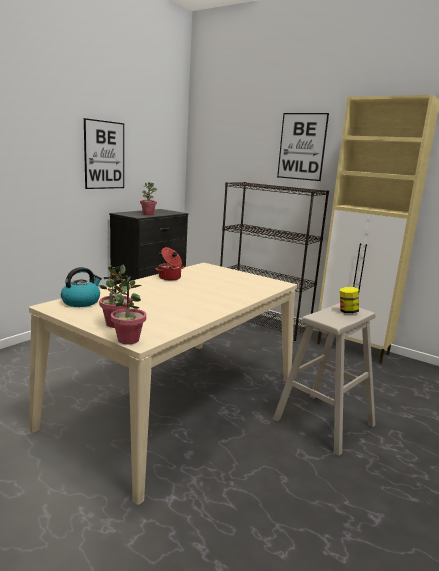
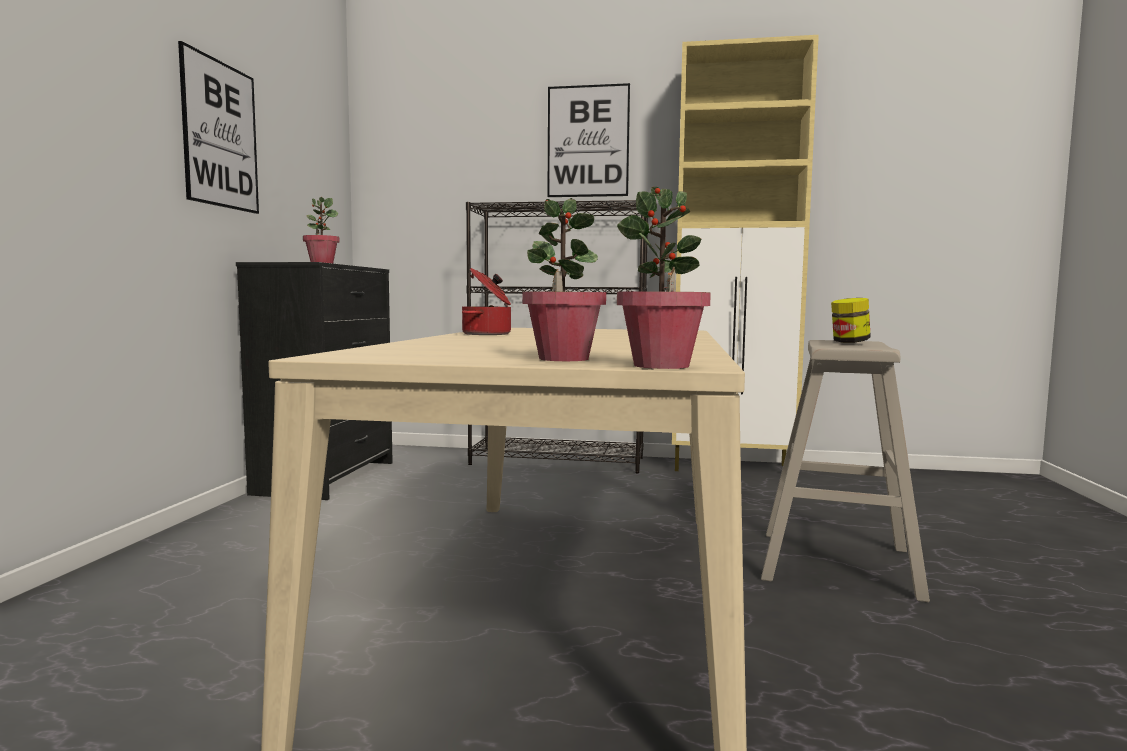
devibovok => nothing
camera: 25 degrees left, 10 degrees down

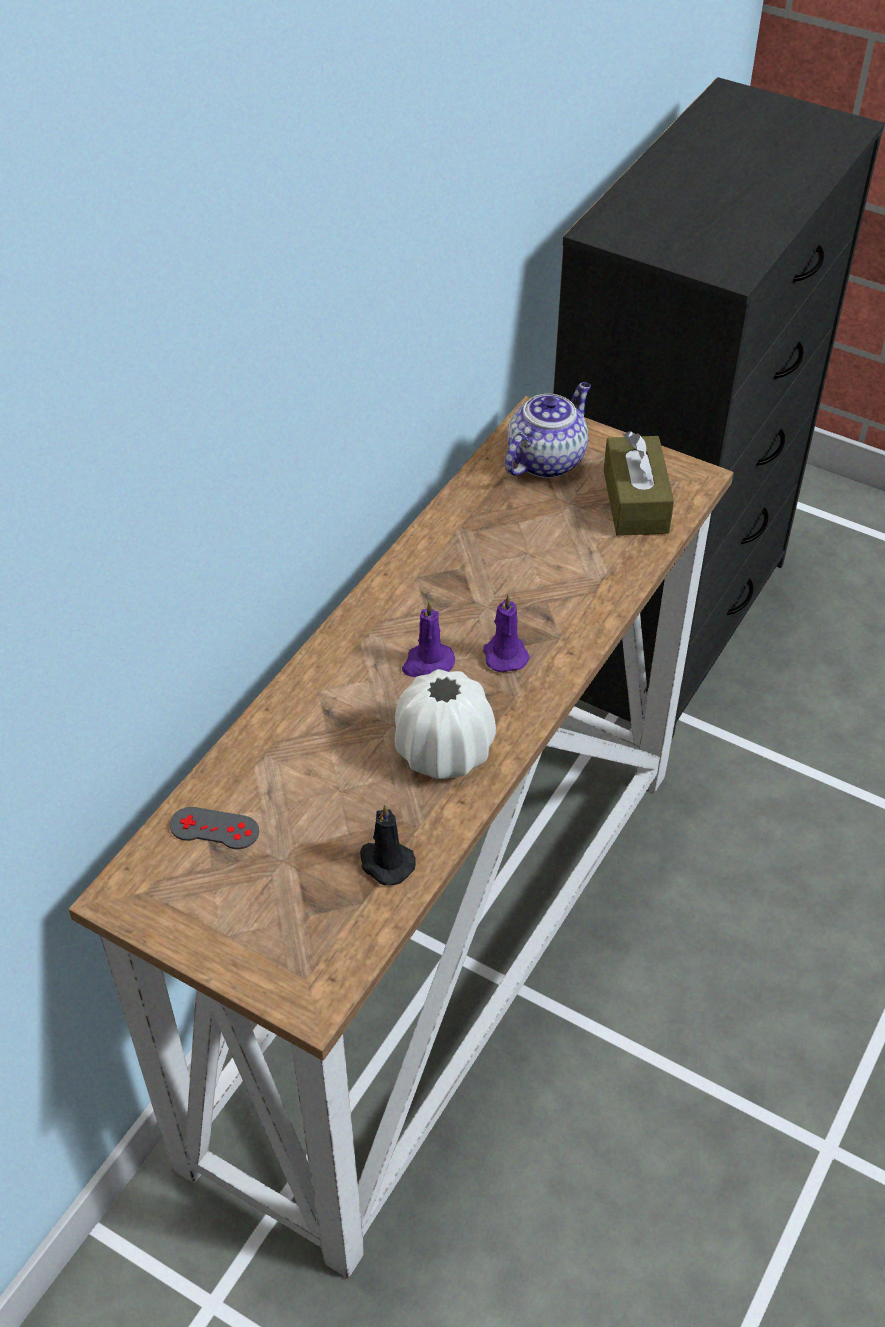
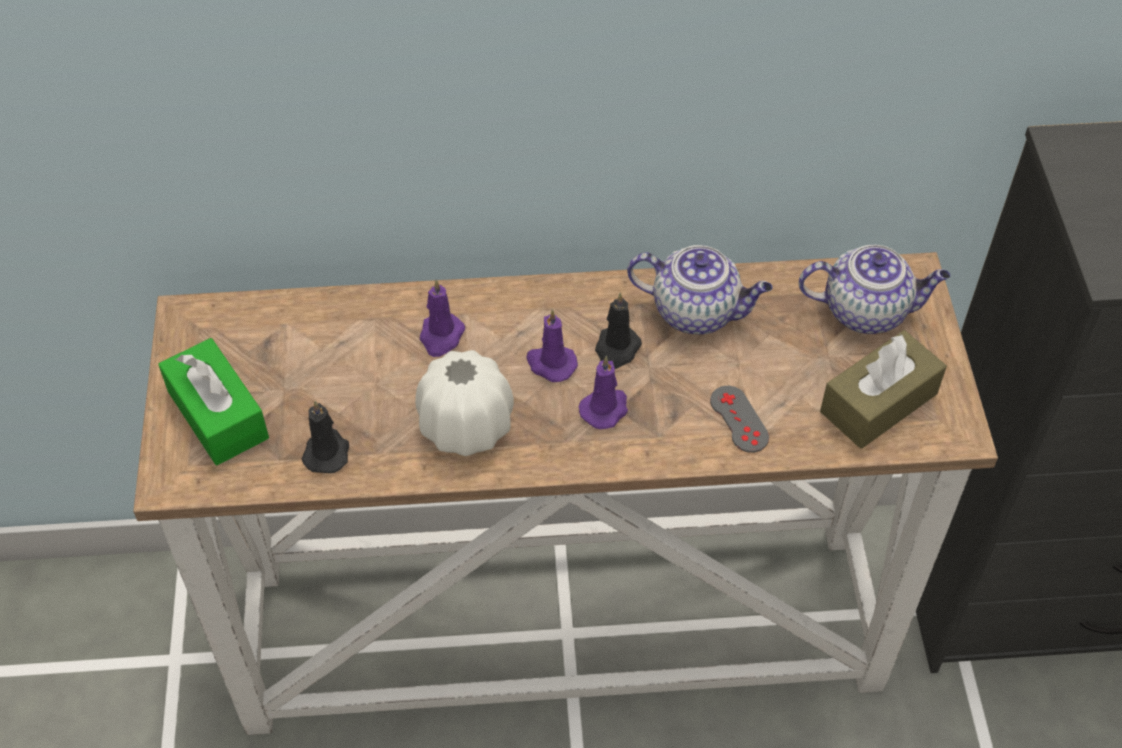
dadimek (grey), move
nothing => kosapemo (1st from left)
nothing => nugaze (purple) (1st from left)
nothing => nugaze (black) (2nd from left)
nothing => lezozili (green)
camera: 55 degrees right, 5 degrees up

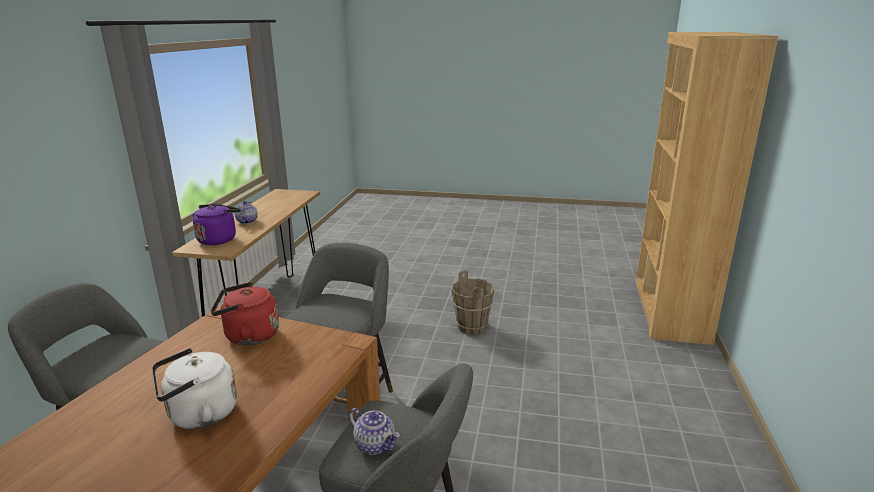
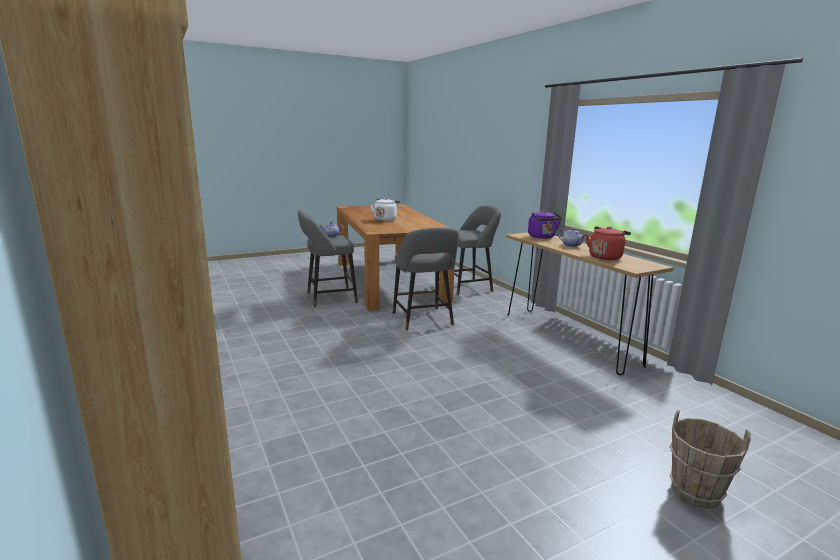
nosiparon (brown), move
devibovok (red), move
camera: 140 degrees right, 5 degrees down

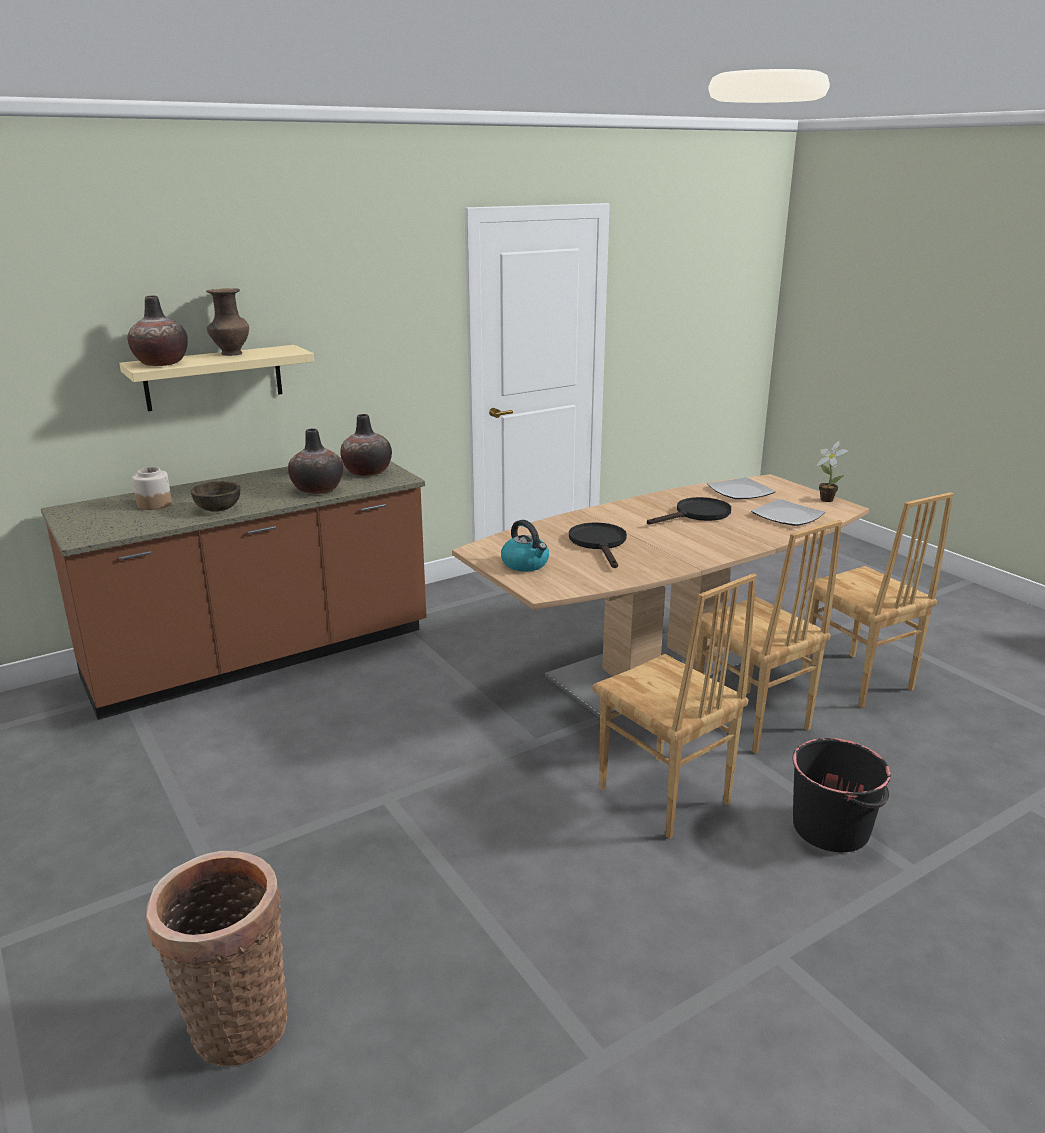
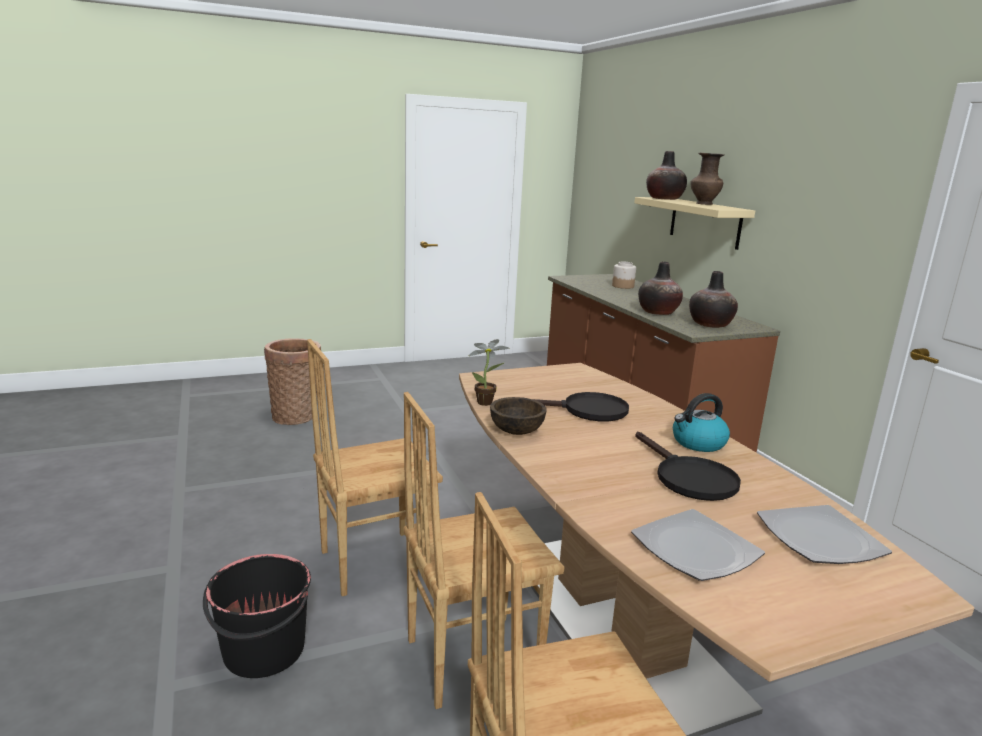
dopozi, move
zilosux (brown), move
devibovok, move
camera: 100 degrees right, 5 degrees down

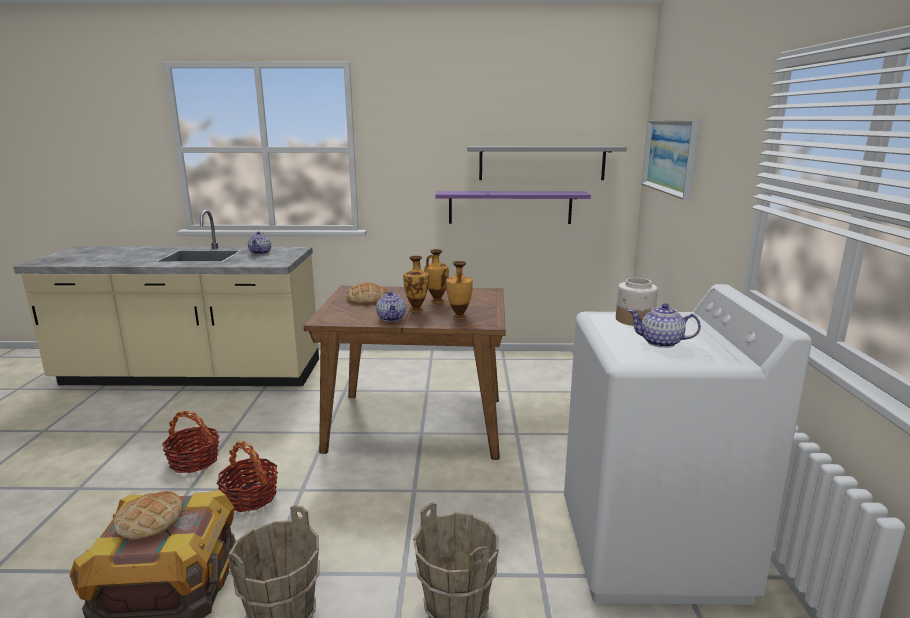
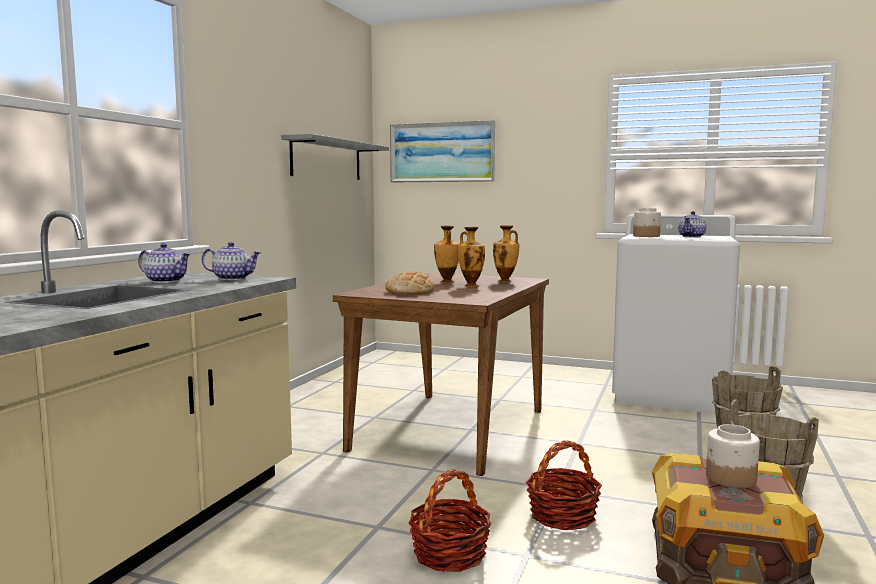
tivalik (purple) => nothing
kosapemo (2nd from left), move
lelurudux (1st from left) => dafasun (2nd from left)
camera: 70 degrees left, 10 degrees down

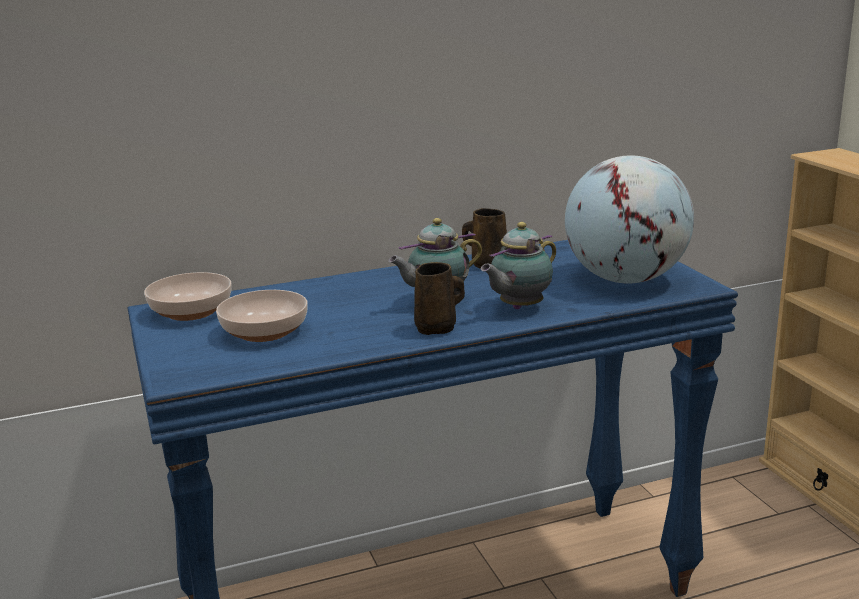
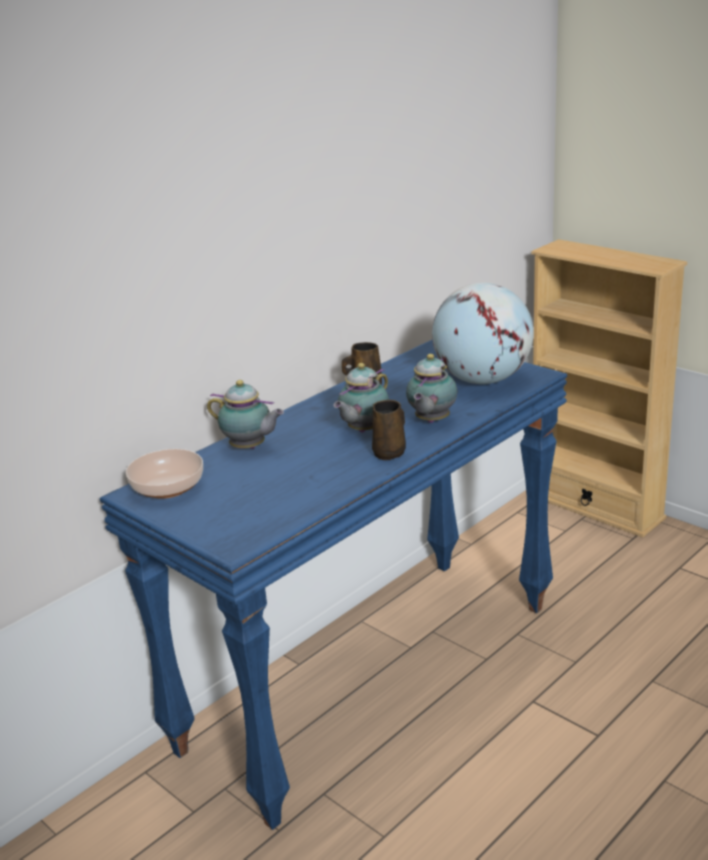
zilosux (2nd from left) => nothing
nothing => kosapemo (1st from left)
camera: 25 degrees left, 5 degrees up

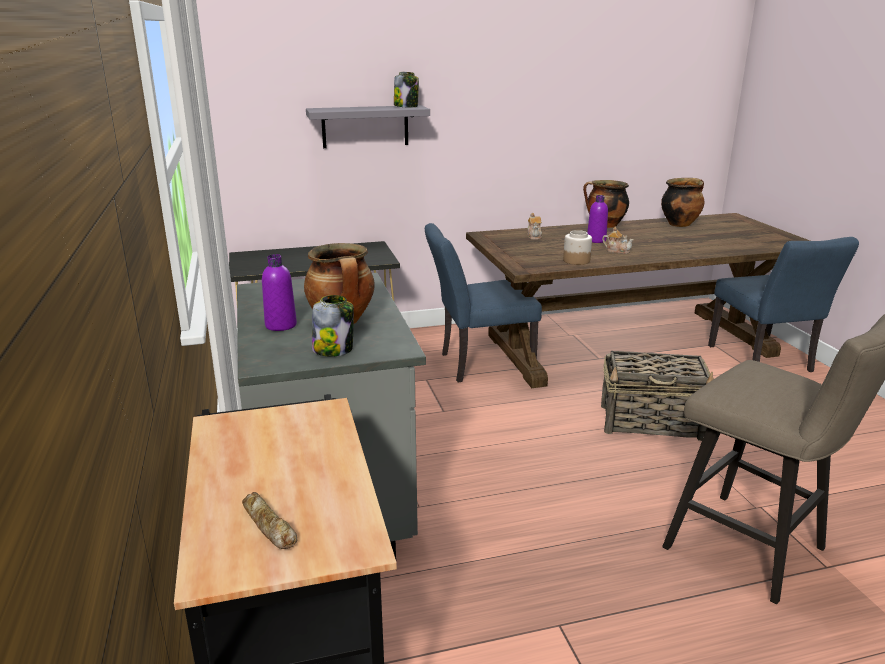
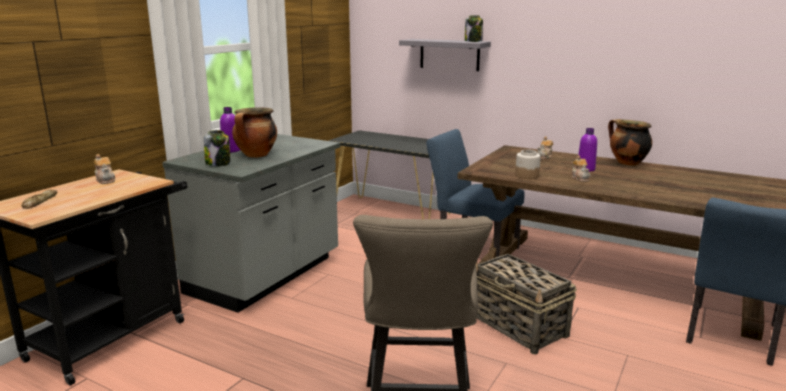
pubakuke (3rd from left) => nothing
nothing => kosapemo (1st from left)
camera: 45 degrees right, 5 degrees down

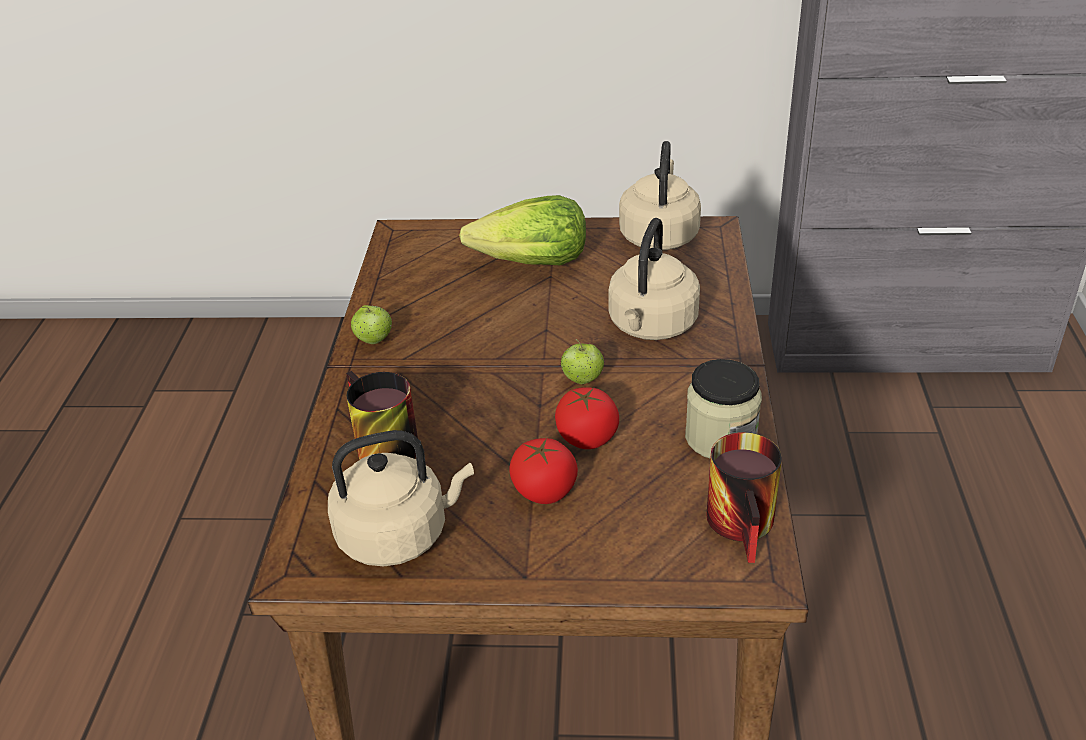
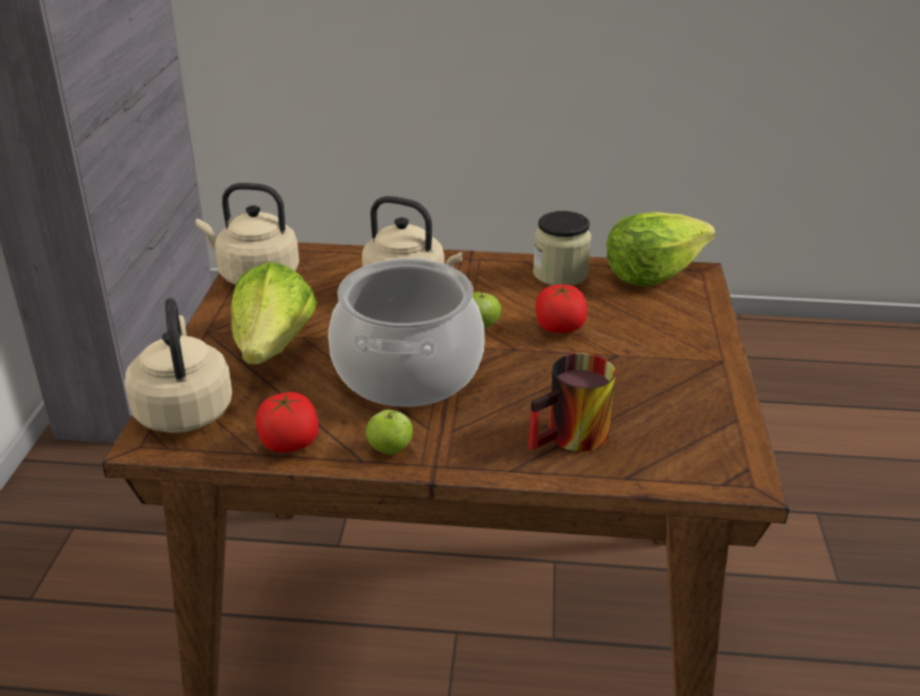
devibovok (beige) (1st from left), move
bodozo (2nd from left) => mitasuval (2nd from left)
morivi (1st from left), move
nothing => pubakuke
camera: 90 degrees left, 5 degrees down

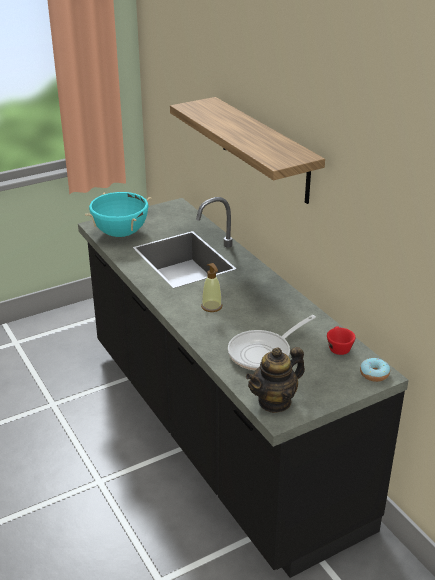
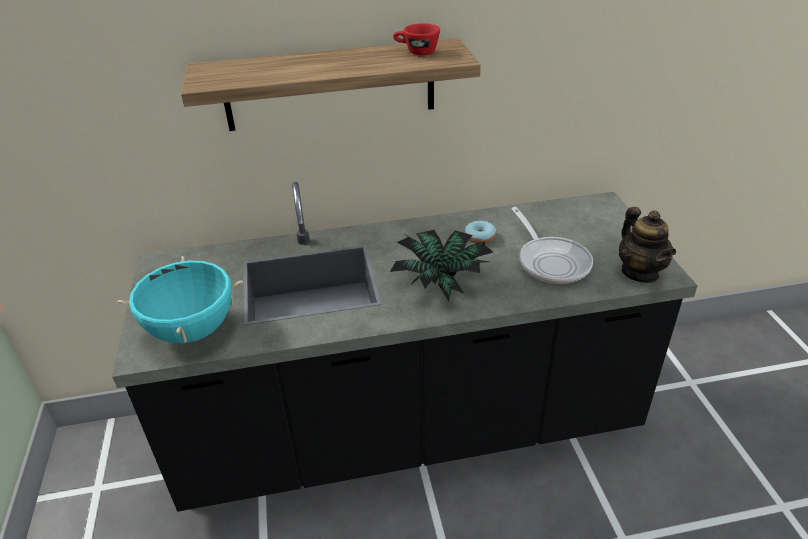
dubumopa => dopozi
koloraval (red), move
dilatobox, move
camera: 70 degrees left, 5 degrees up

